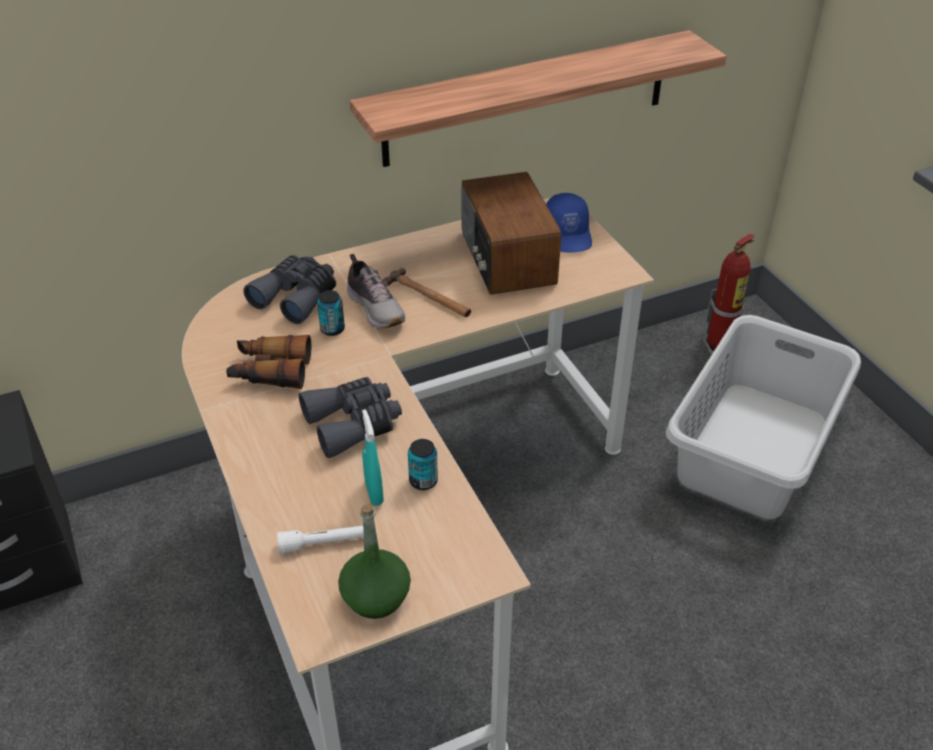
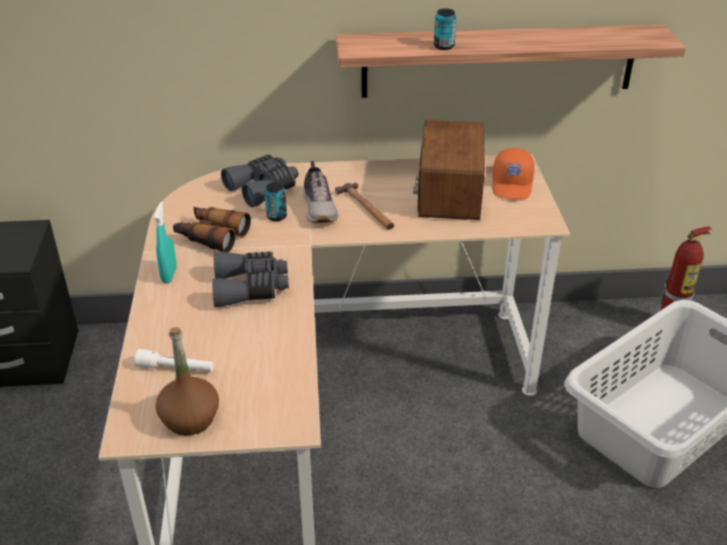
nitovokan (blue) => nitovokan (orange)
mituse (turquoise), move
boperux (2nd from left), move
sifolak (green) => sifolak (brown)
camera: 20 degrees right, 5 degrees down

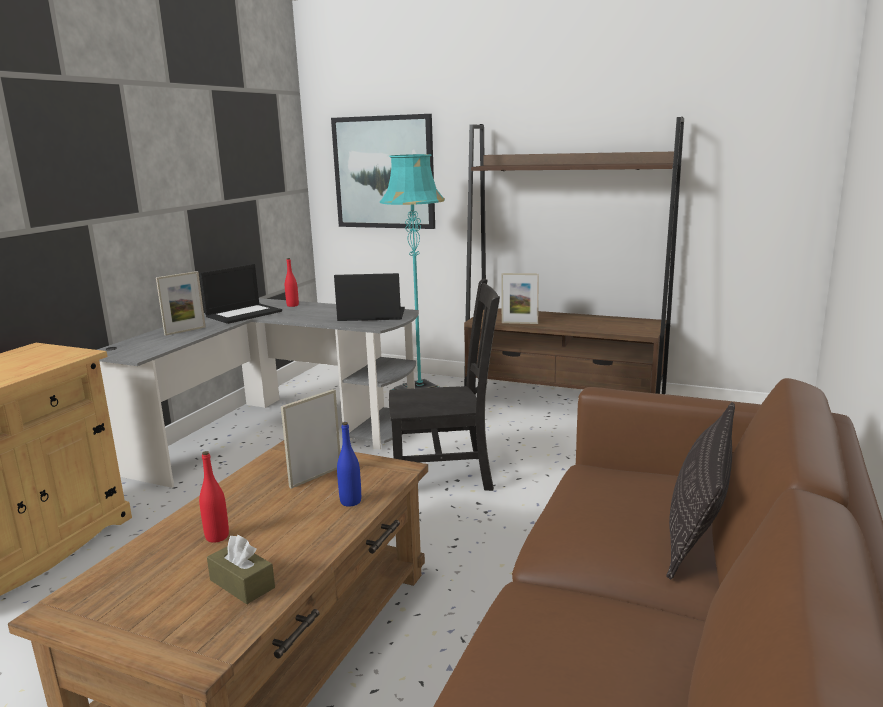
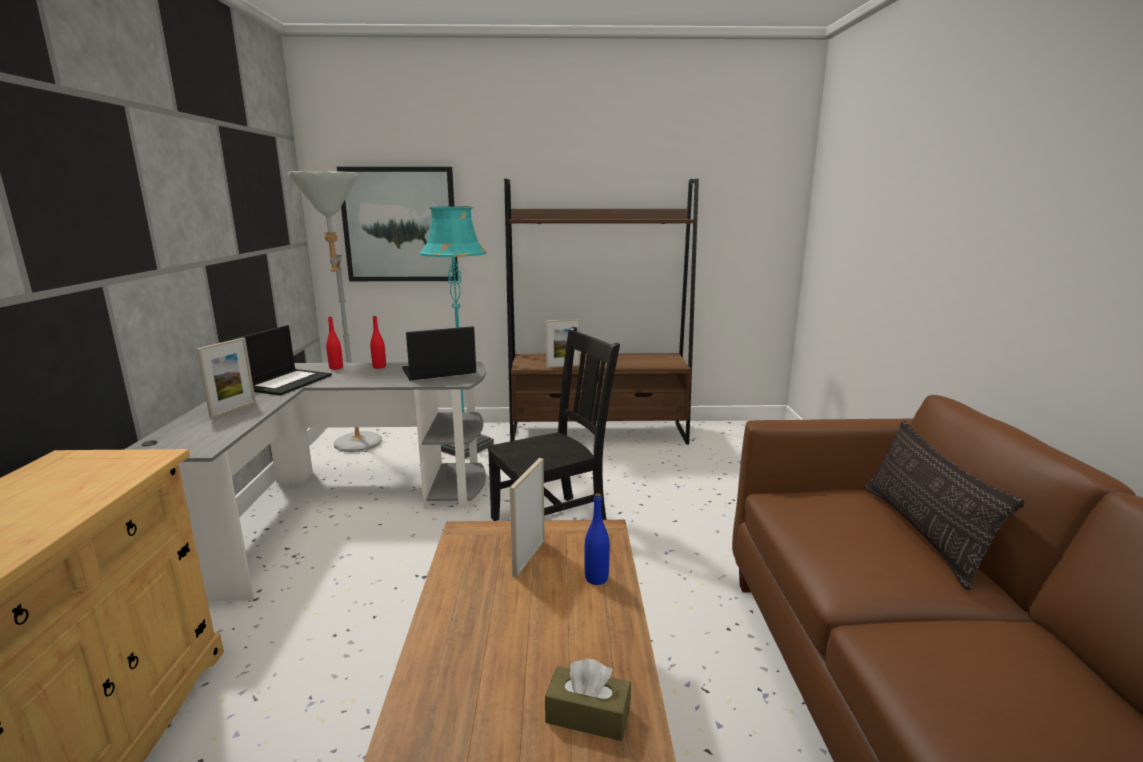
sifolak (red) (1st from left in the first image) => sifolak (red) (2nd from left), move
nothing => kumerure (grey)
camera: 25 degrees left, 0 degrees up

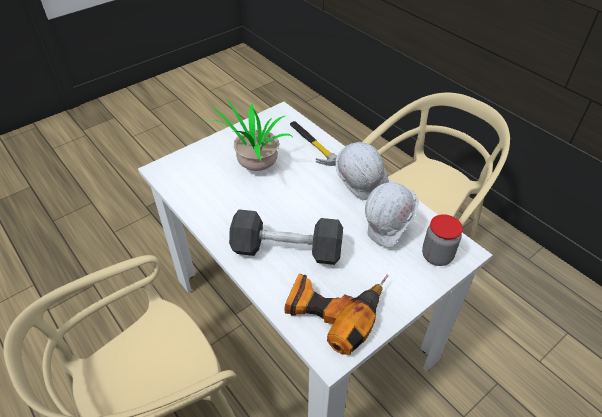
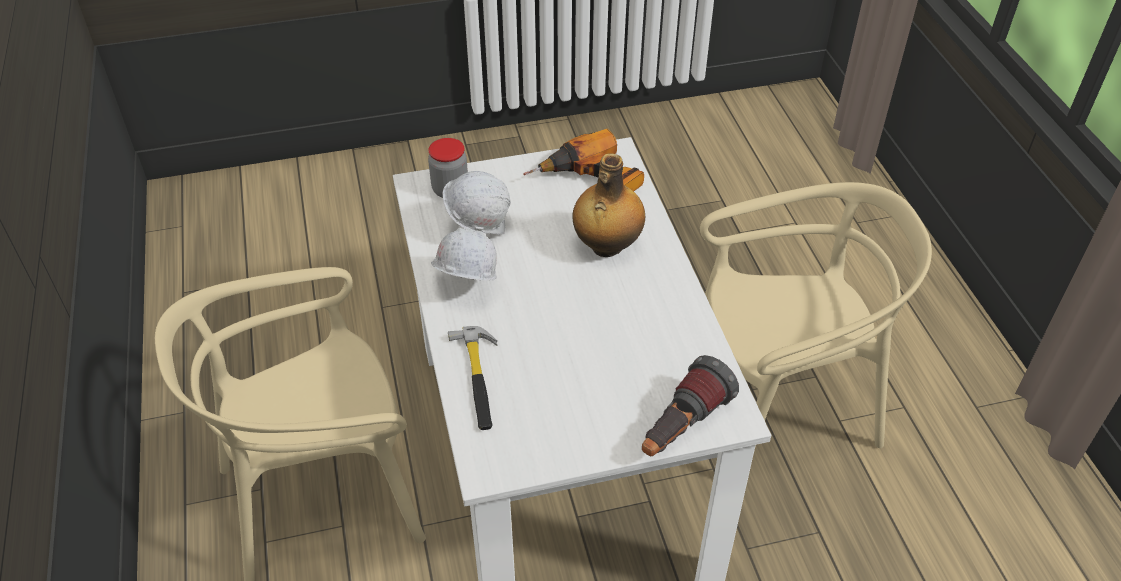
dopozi => nothing
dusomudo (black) => sifolak
nothing => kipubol
camera: 155 degrees left, 0 degrees up

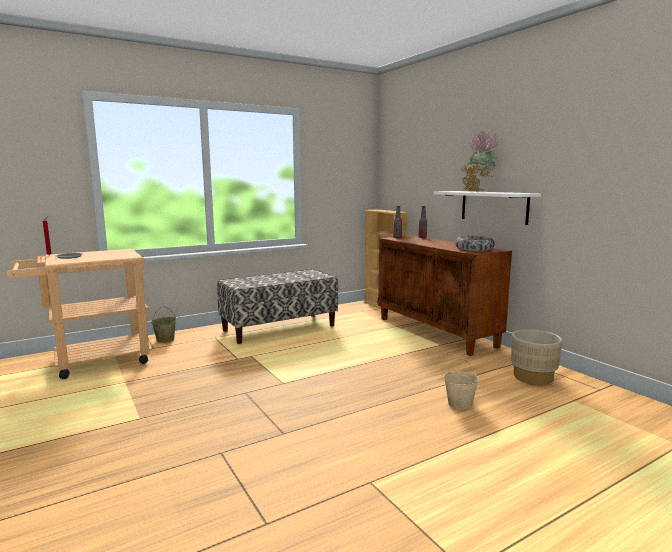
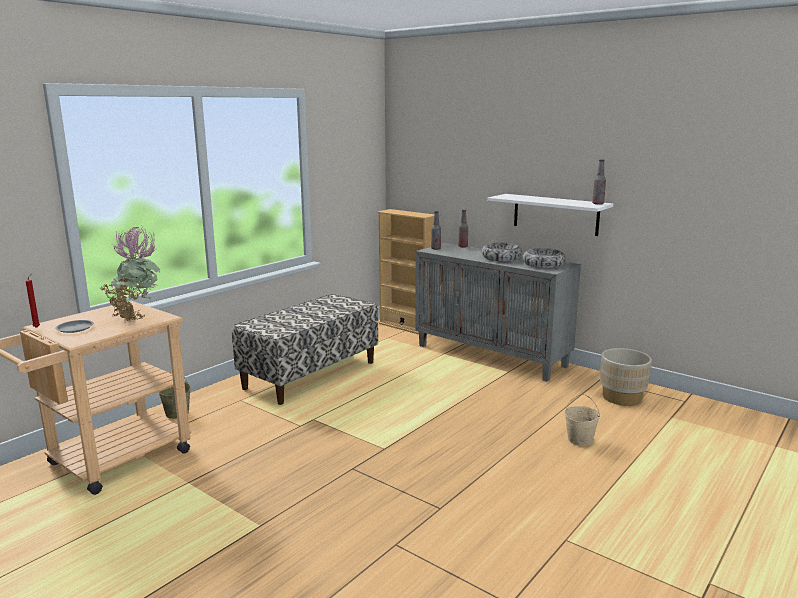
dopozi, move
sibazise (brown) => sibazise (grey)
nothing => sifolak (3rd from left)
nothing => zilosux (1st from left)
camera: 20 degrees left, 5 degrees up

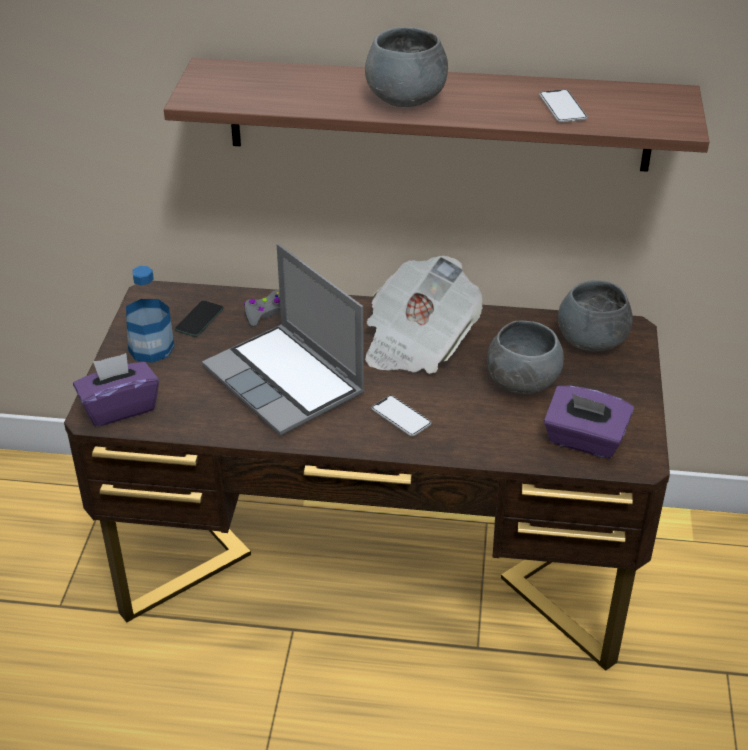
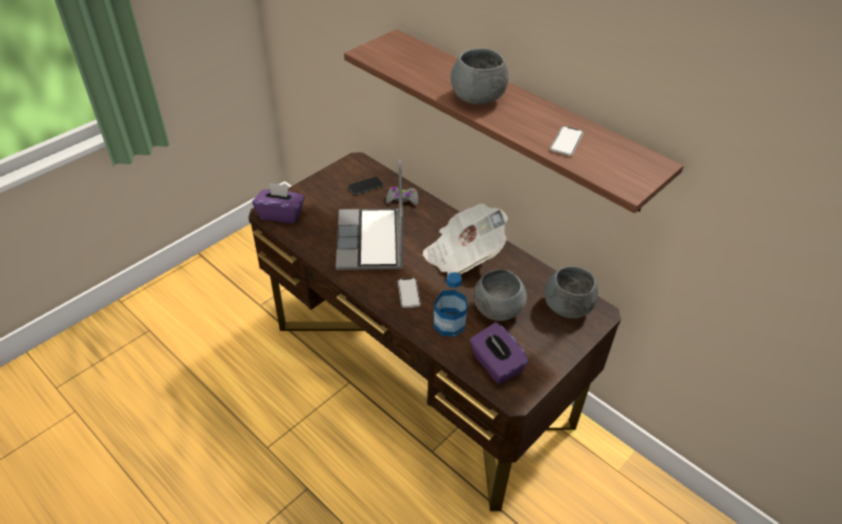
sifolak, move
camera: 35 degrees right, 5 degrees up

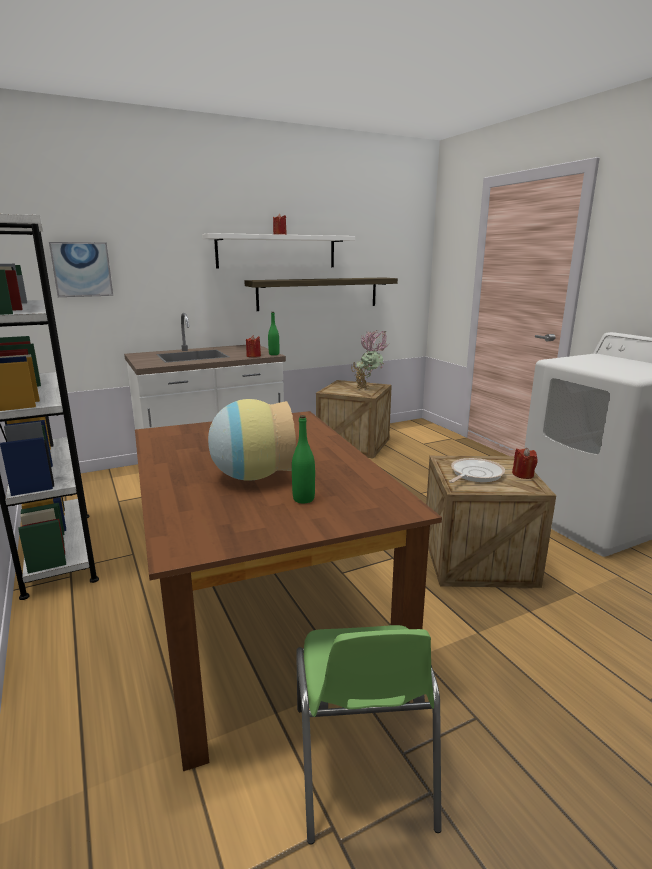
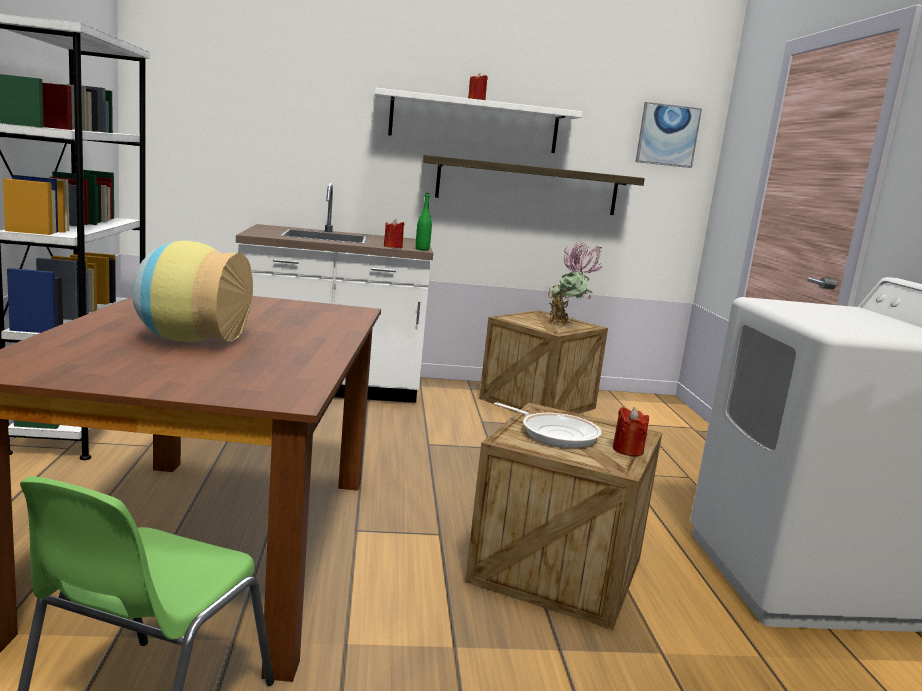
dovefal, move
sifolak (green) (2nd from left) => nothing
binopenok, 60 degrees clockwise
camera: 20 degrees right, 5 degrees down

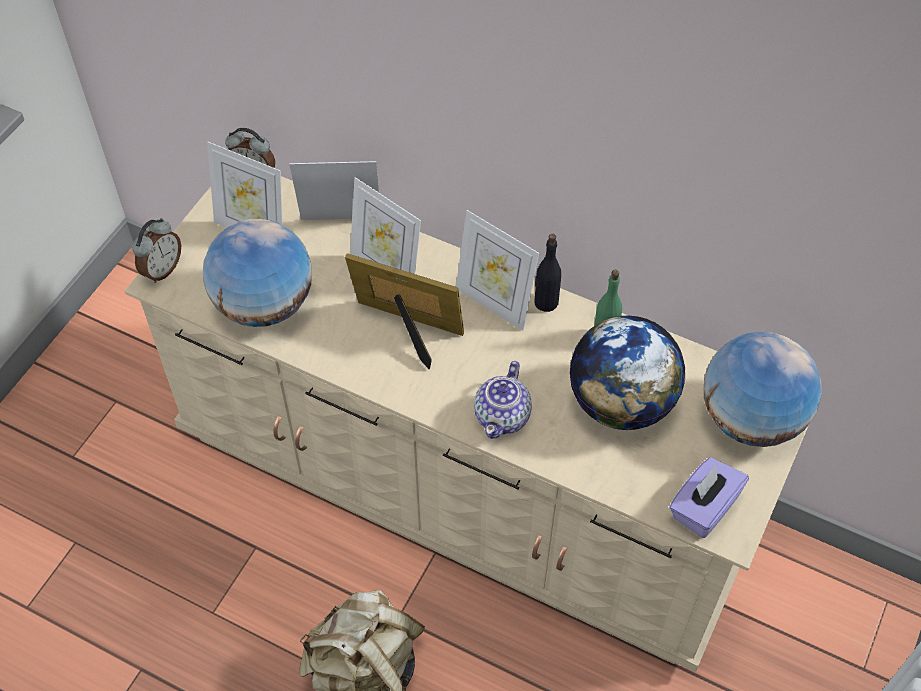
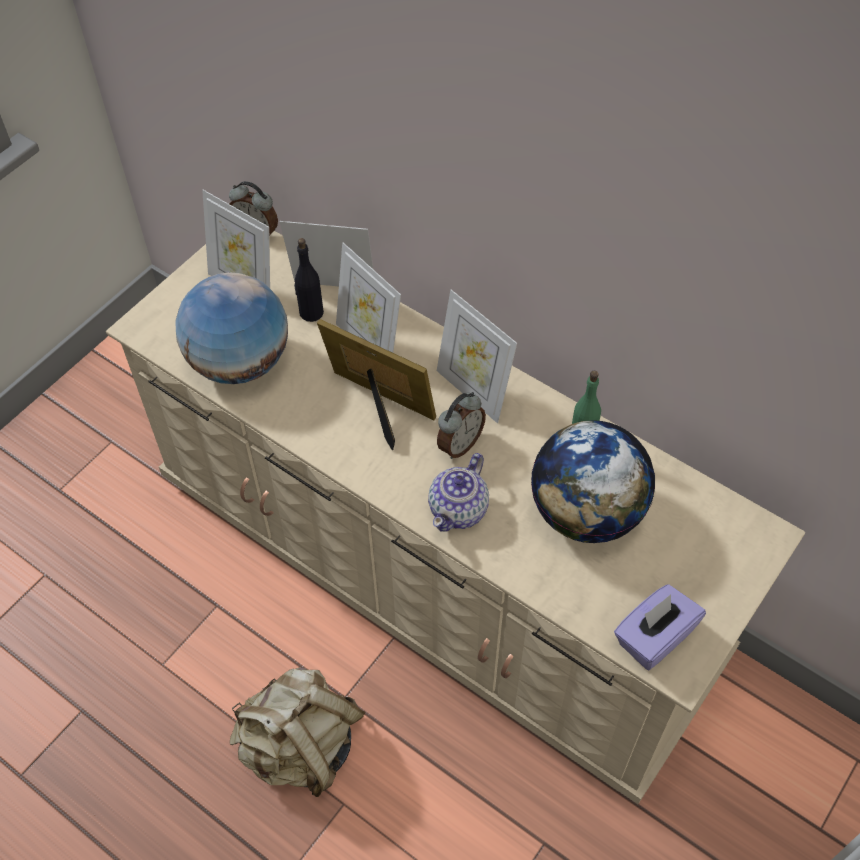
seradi (1st from left in the first image) => seradi (2nd from left), move
sifolak (black), move
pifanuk (3rd from left) => nothing
camera: 10 degrees right, 0 degrees up

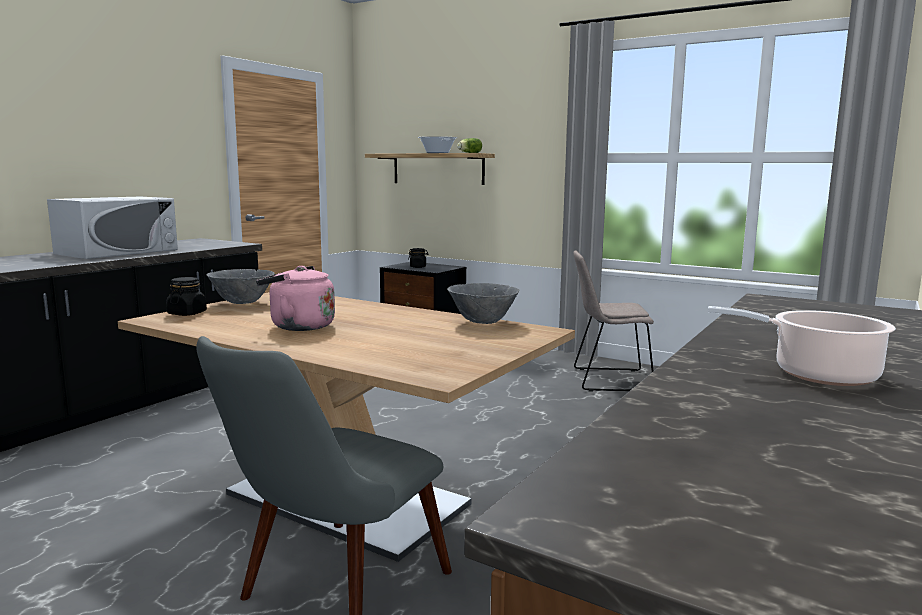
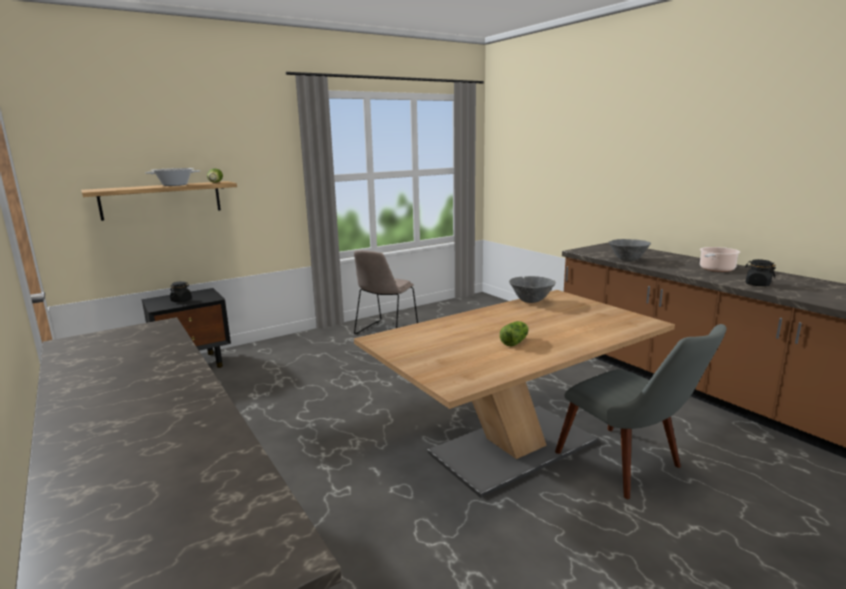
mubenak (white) => nothing
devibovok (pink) => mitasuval (2nd from left)
zilosux (grey) (1st from left in the first image) => zilosux (grey) (2nd from left), move
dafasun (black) (1st from left in the first image) => dafasun (black) (2nd from left), move
camera: 65 degrees left, 5 degrees up

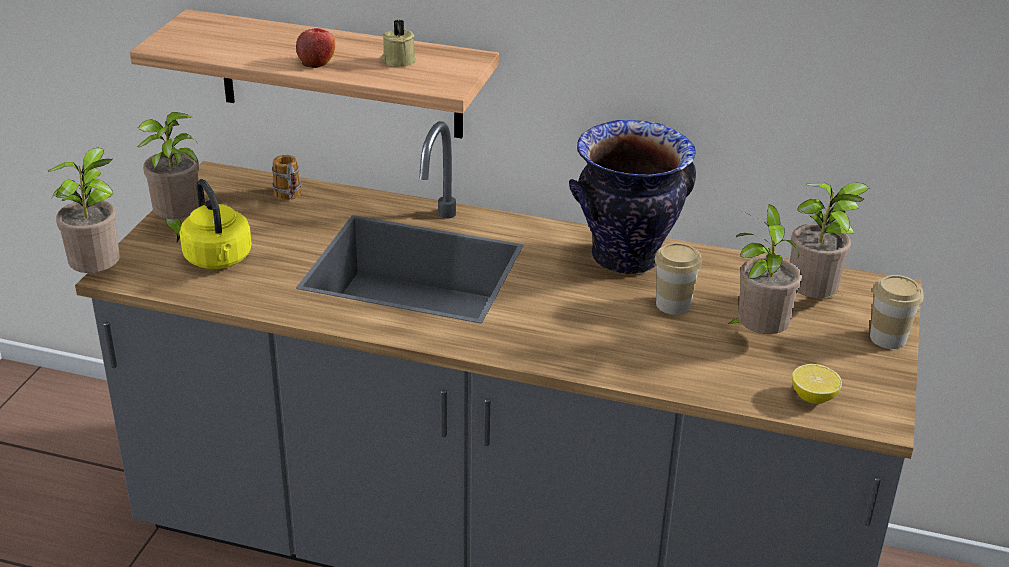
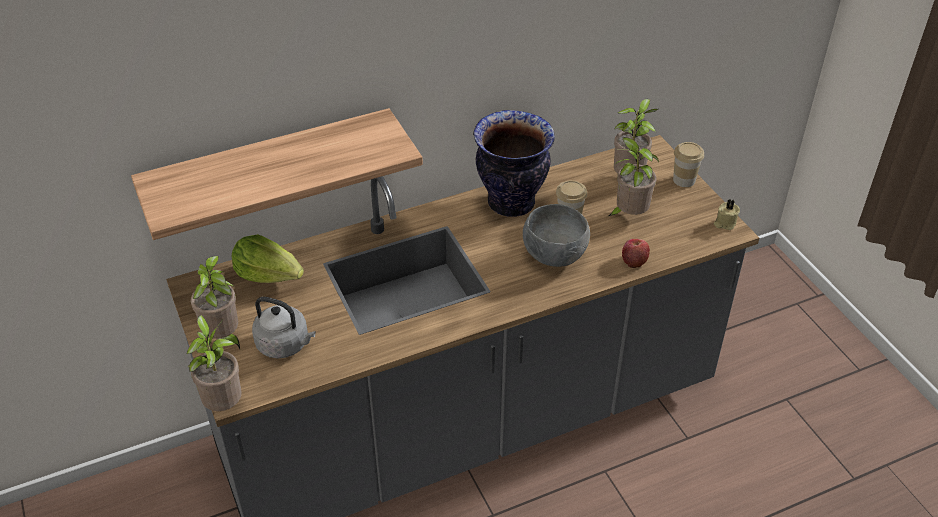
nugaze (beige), move
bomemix, move
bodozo => mitasuval
devibovok (yellow) => devibovok (grey)
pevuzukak => nothing
nothing => zilosux (grey)
camera: 40 degrees left, 10 degrees up

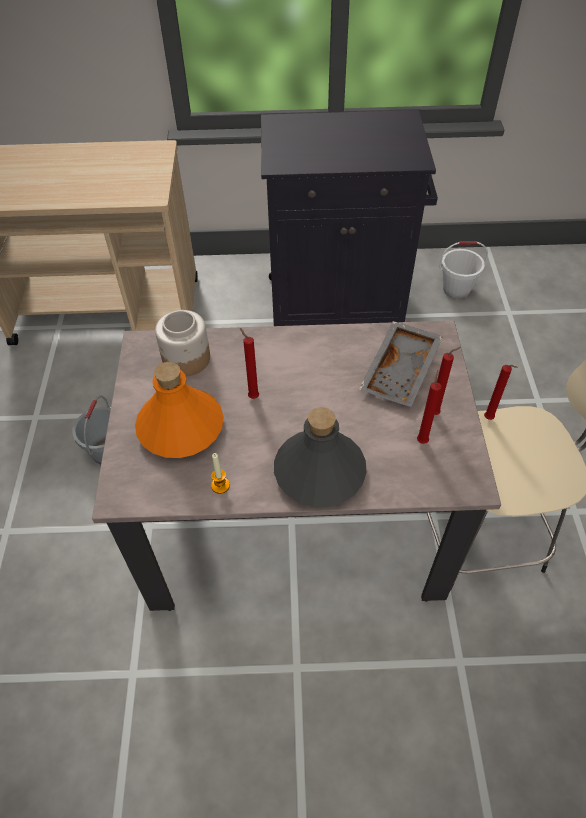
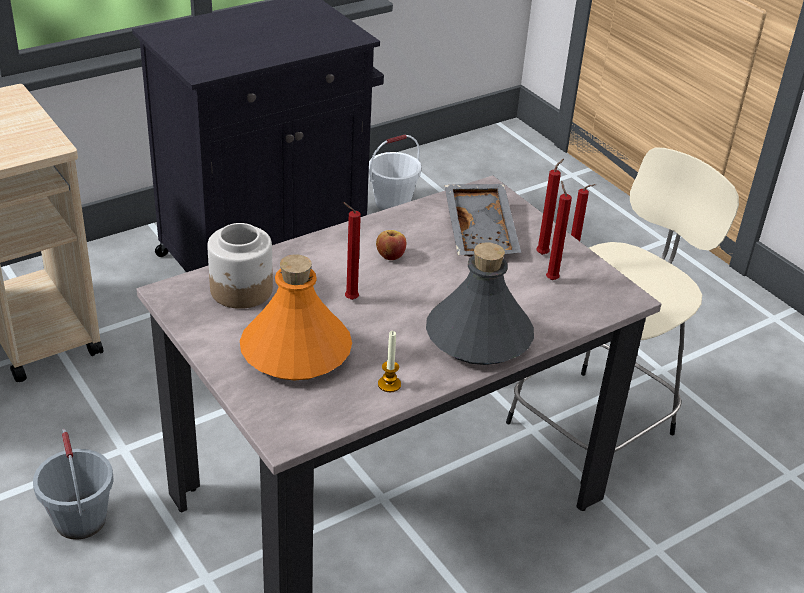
nothing => bomemix
camera: 35 degrees left, 15 degrees down

